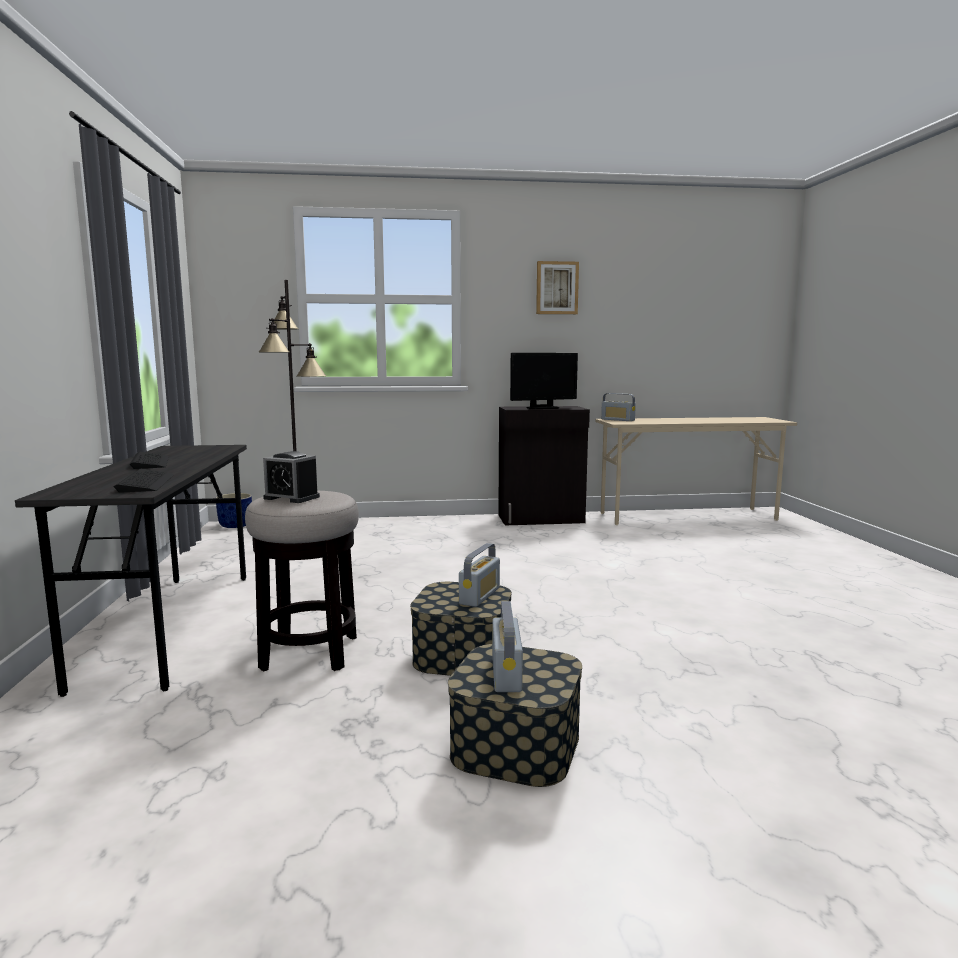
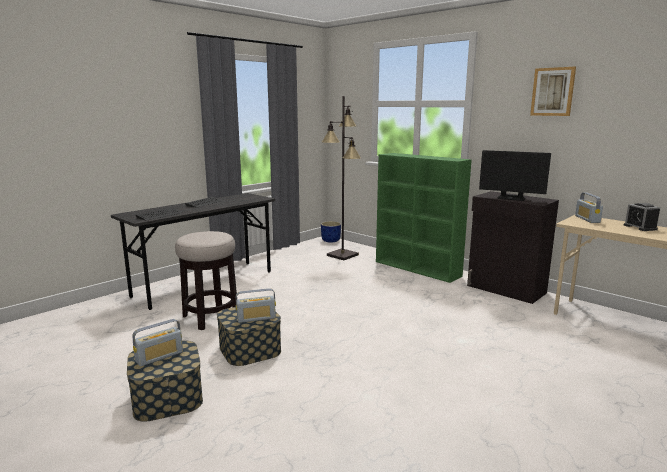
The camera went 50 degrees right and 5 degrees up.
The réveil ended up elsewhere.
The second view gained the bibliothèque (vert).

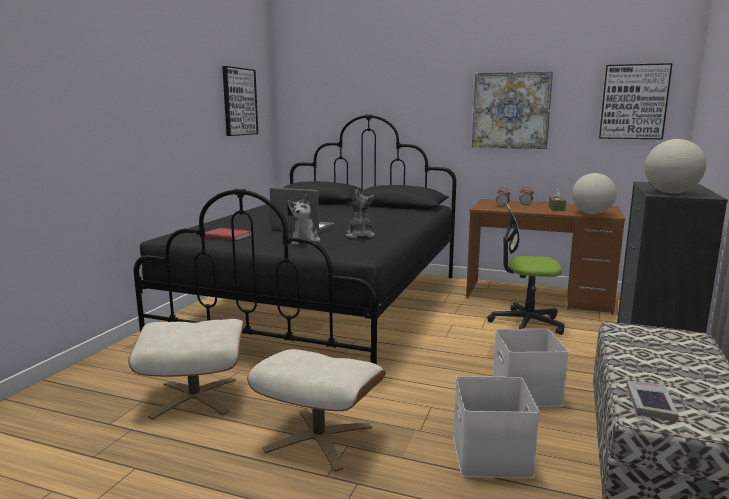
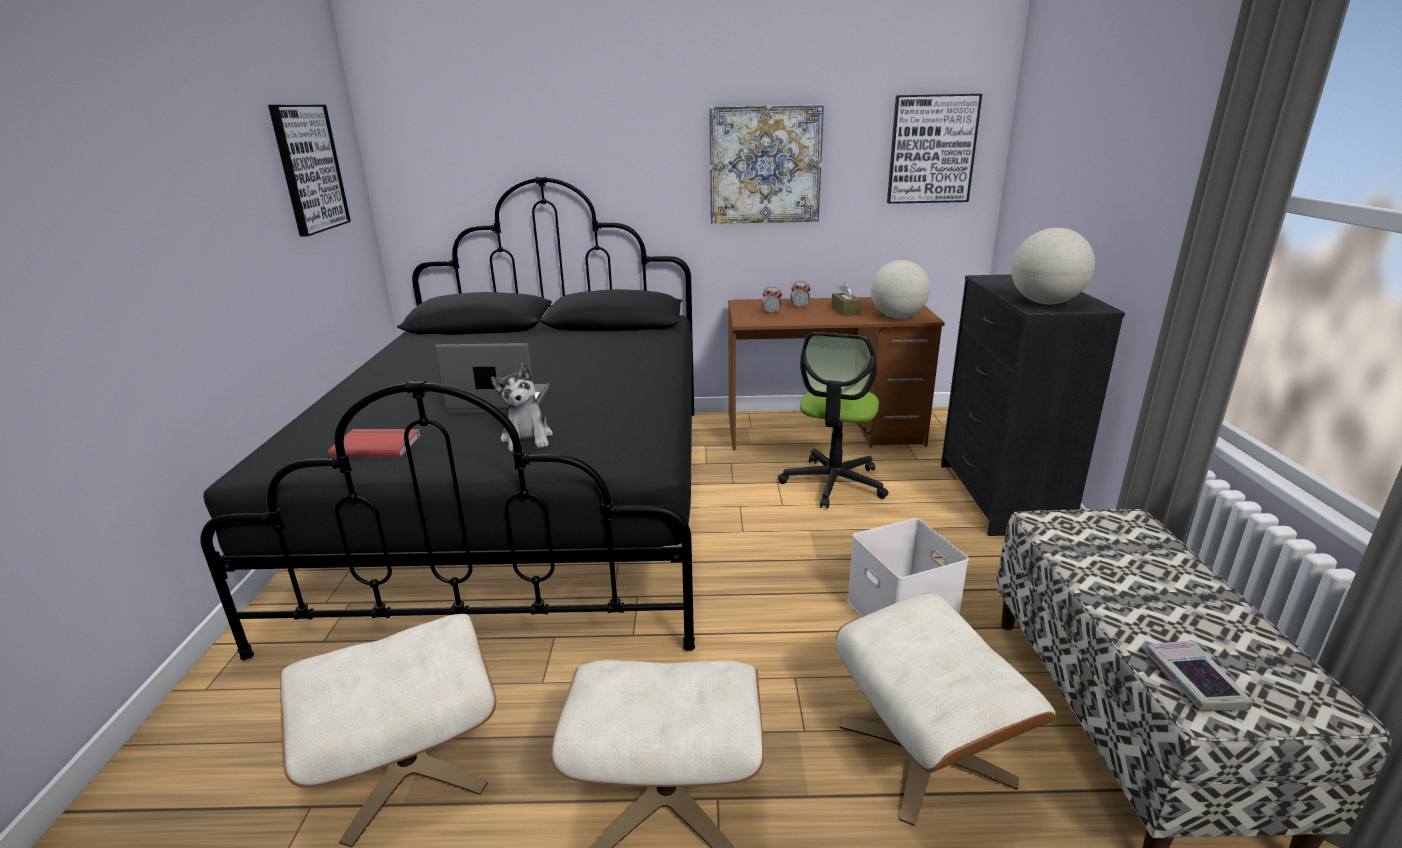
The camera went 20 degrees left and 10 degrees up.
The second view lost the peluche (2nd from left).
The chaise de bureau ended up facing another way, 60 degrees counterclockwise from before.
Where the boîte de rangement (blanc) (1st from left) stood, the pouf (beige) (3rd from left) came to stand.

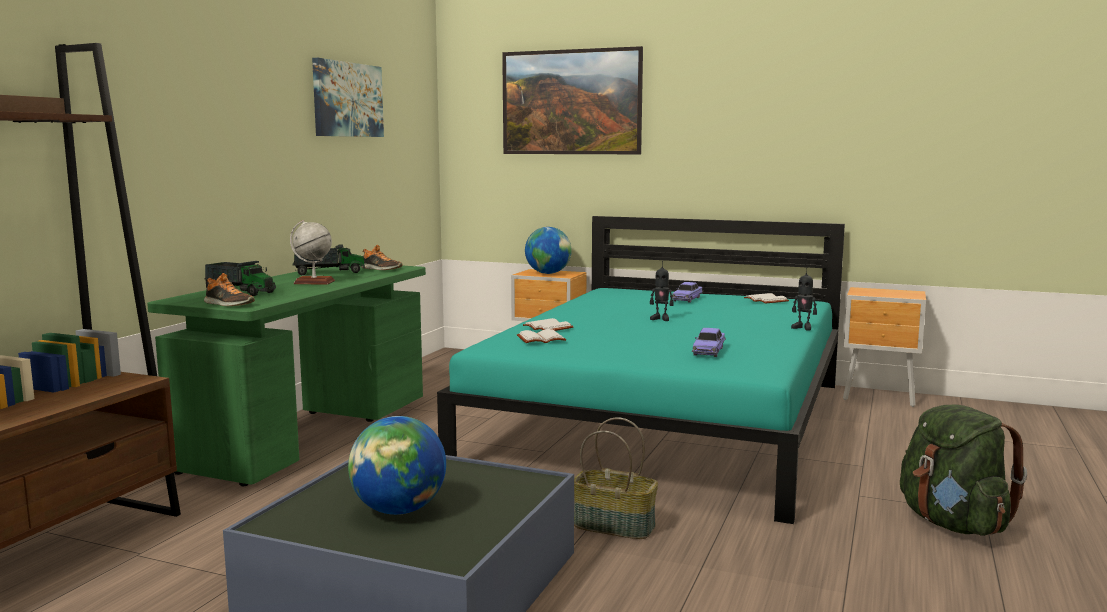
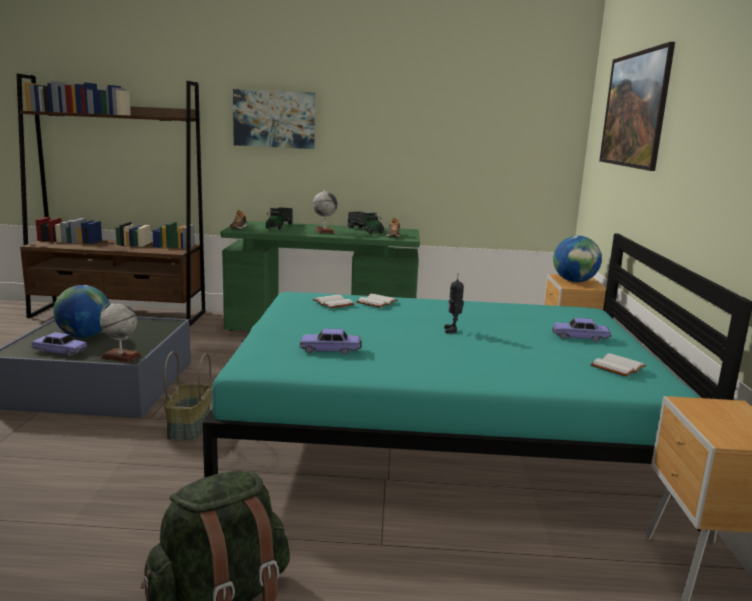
The camera went 70 degrees right and 5 degrees up.
The tableau (1st from left) ended up elsewhere.
The second view lost the robot jouet (2nd from left).
The second view gained the globe (2nd from left).
The second view gained the petite voiture (1st from left).

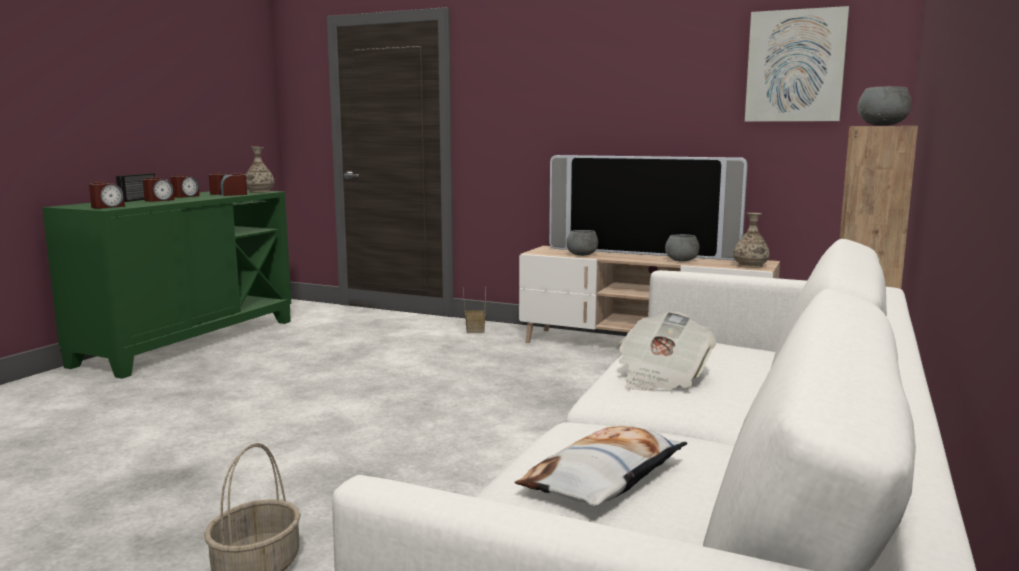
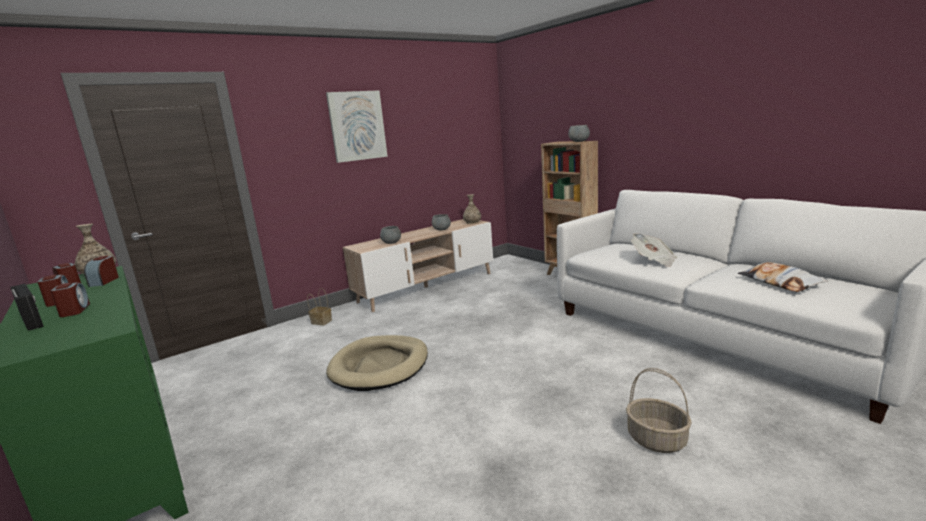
The camera went 60 degrees left and 5 degrees up.
The tableau ended up elsewhere.
The second view lost the téléviseur.
The second view lost the réveil (1st from left).
The second view gained the panier pour chien (beige).

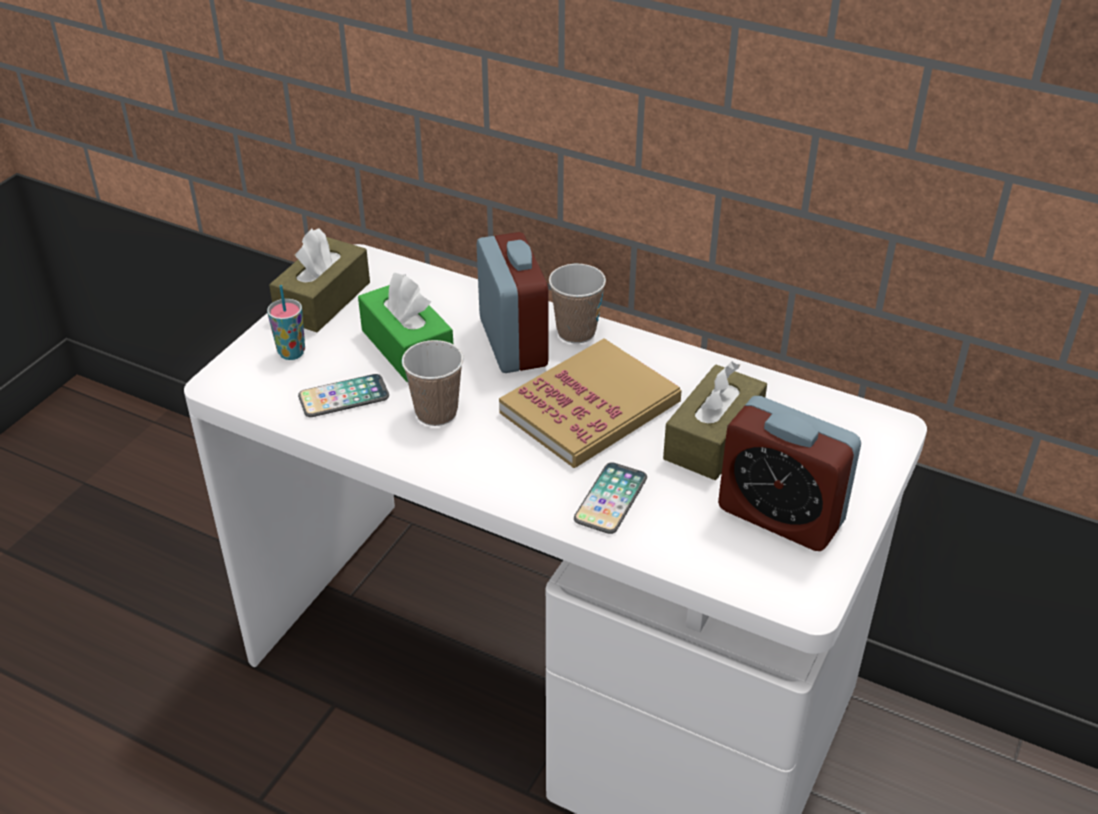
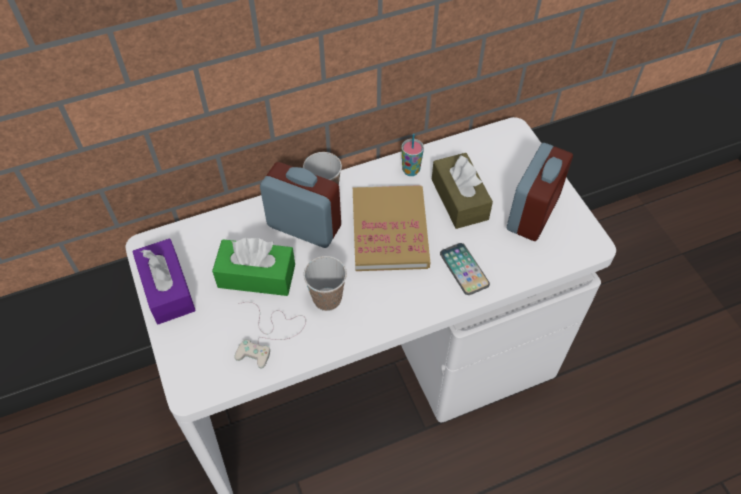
The camera went 50 degrees left and 15 degrees up.
What was the boîte à mouchoirs (marron) (1st from left) turned into the boîte à mouchoirs (violet).
The tasse (1st from left in the first image) ended up elsewhere.
Where the téléphone (1st from left) stood, the manette (blanc) came to stand.
The réveil (2nd from left) ended up facing another way, 45 degrees counterclockwise from before.

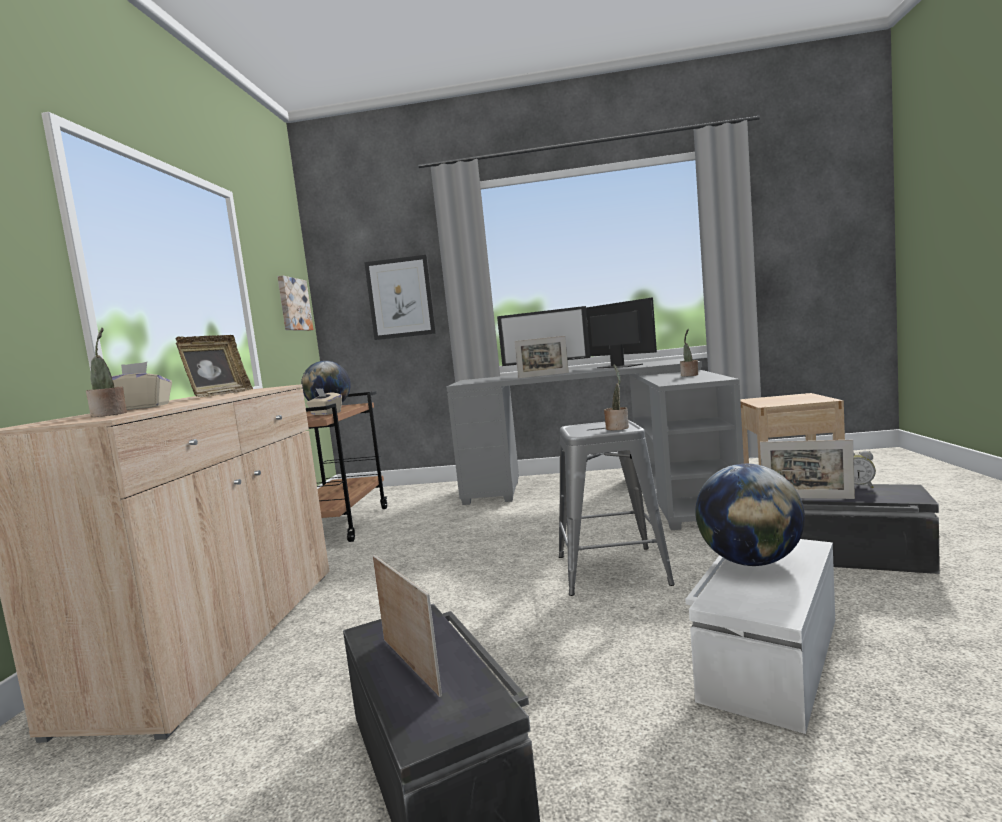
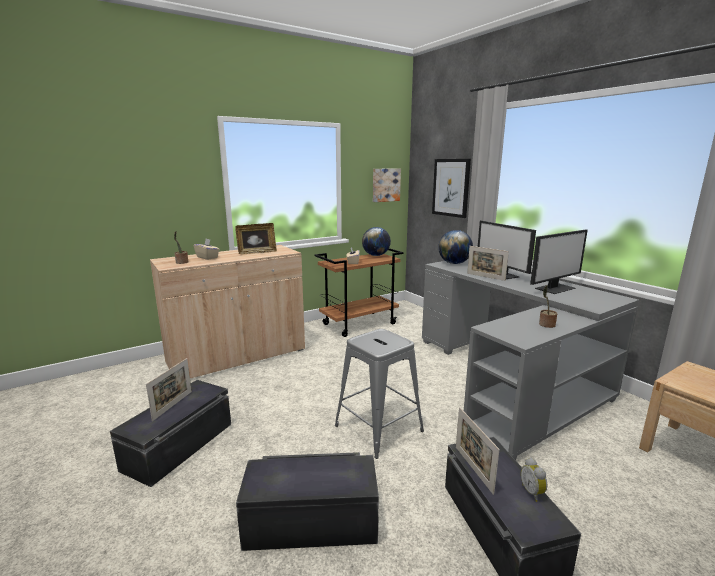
The camera went 50 degrees right and 10 degrees up.
The écran d'ordinateur (2nd from left) ended up facing another way, 45 degrees clockwise from before.
The second view lost the plante en pot (2nd from left).
The globe (2nd from left) ended up elsewhere.
What was the boîte de rangement (blanc) turned into the boîte de rangement (noir) (2nd from left).

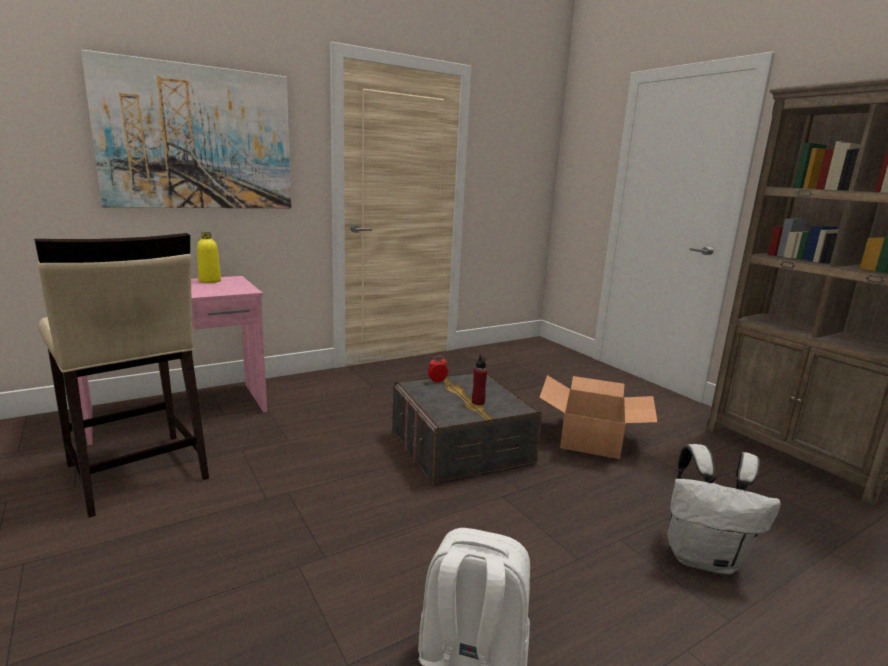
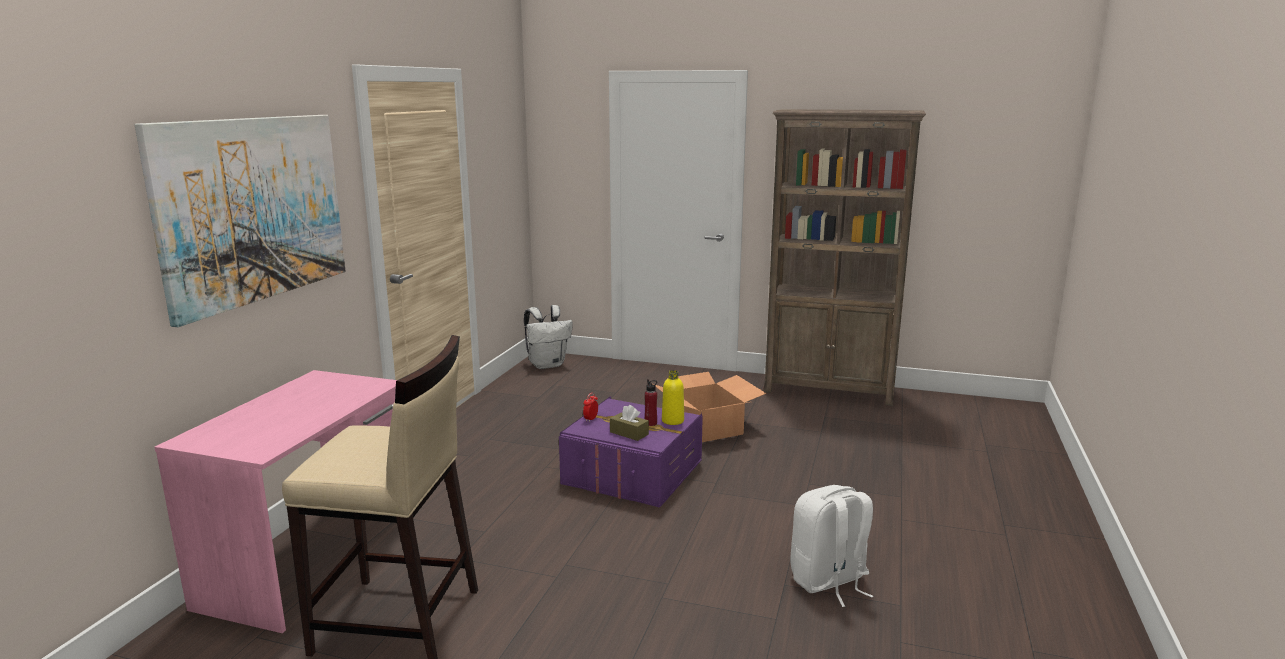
The camera went 40 degrees left and 0 degrees up.
The bouteille (jaune) ended up elsewhere.
What was the boîte de rangement (gris) turned into the boîte de rangement (violet).
The sac à dos (blanc) (2nd from left in the first image) ended up elsewhere.
The second view gained the boîte à mouchoirs (marron).

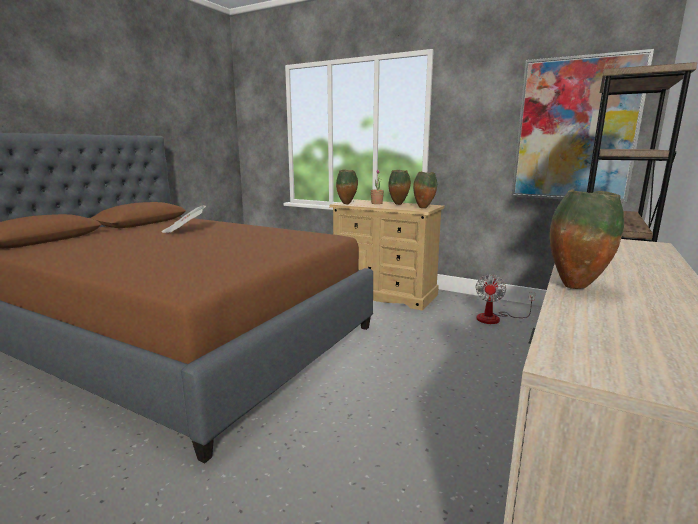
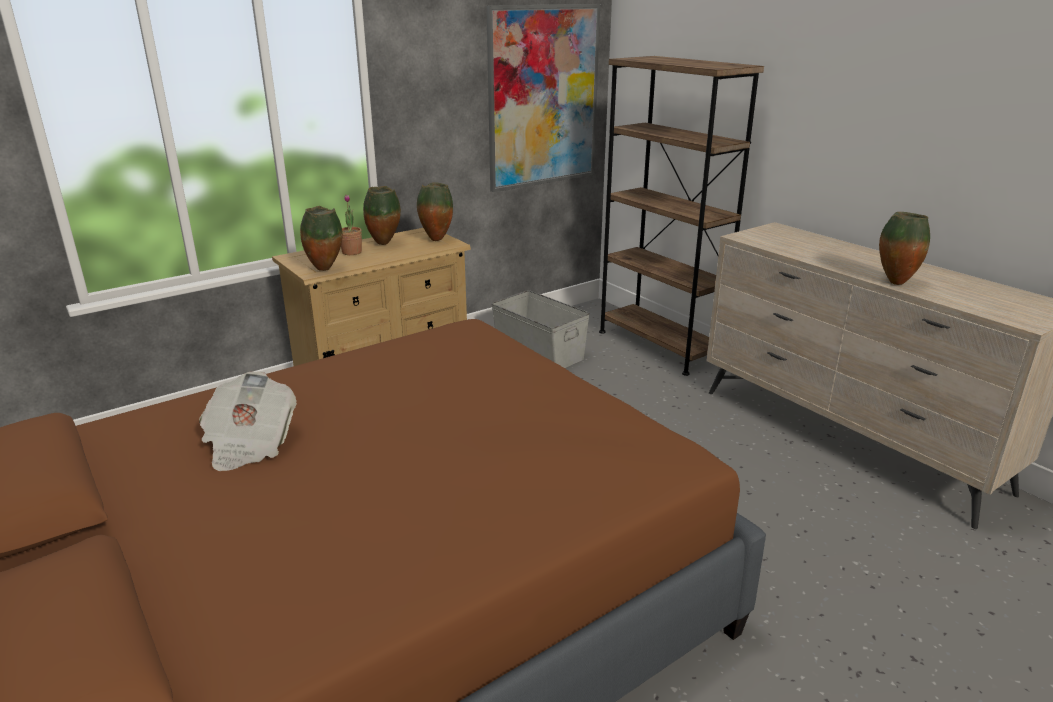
The camera went 65 degrees left and 10 degrees up.
Where the ventilateur stood, the boîte de rangement (gris) came to stand.

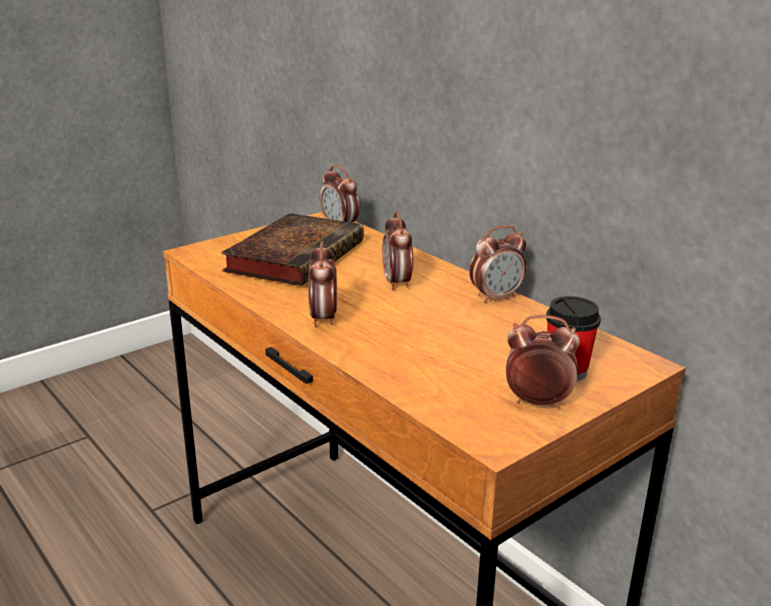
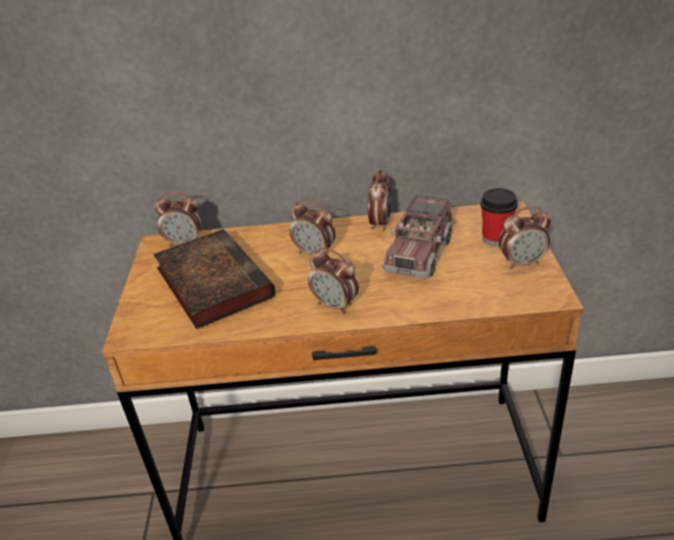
The camera went 50 degrees left and 10 degrees up.
The réveil (5th from left) ended up facing another way, 150 degrees counterclockwise from before.
The second view gained the camion jouet.

